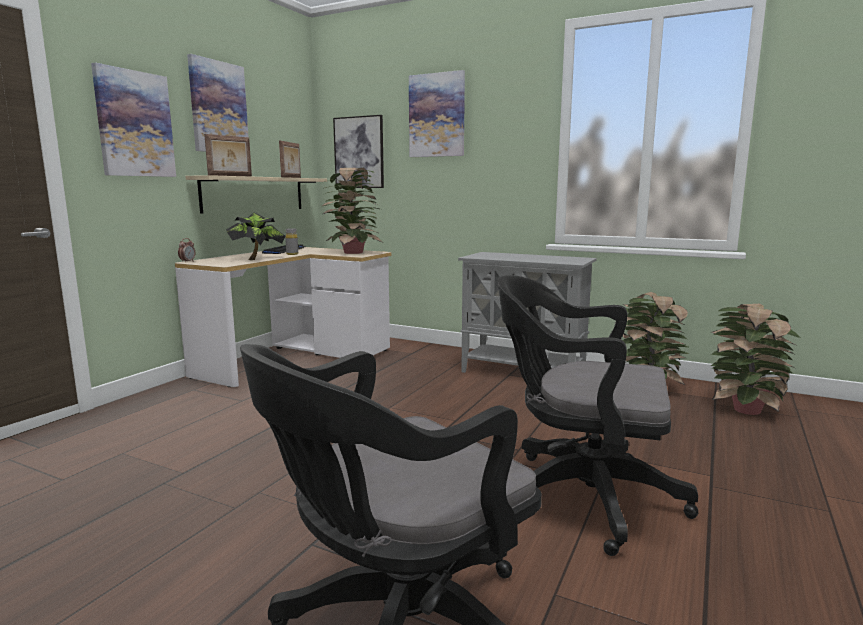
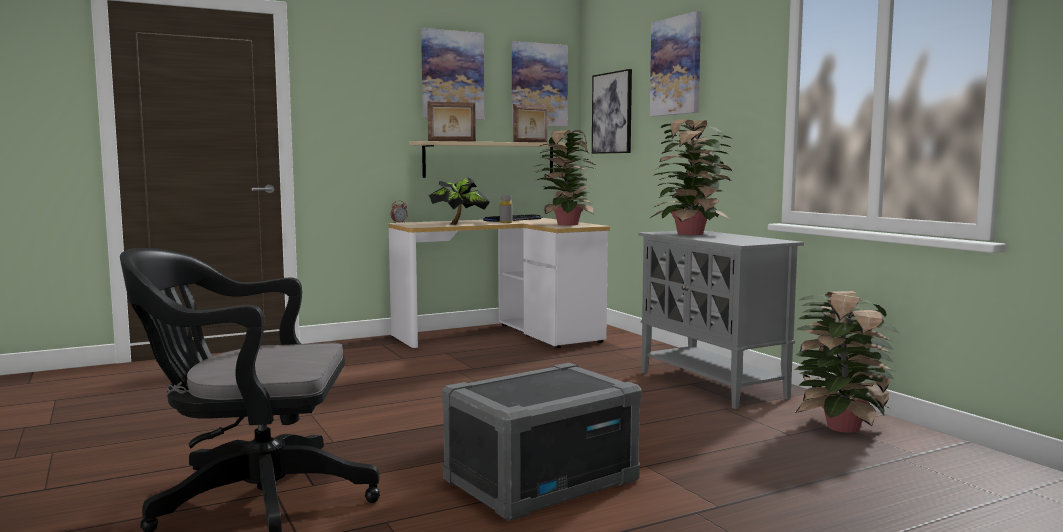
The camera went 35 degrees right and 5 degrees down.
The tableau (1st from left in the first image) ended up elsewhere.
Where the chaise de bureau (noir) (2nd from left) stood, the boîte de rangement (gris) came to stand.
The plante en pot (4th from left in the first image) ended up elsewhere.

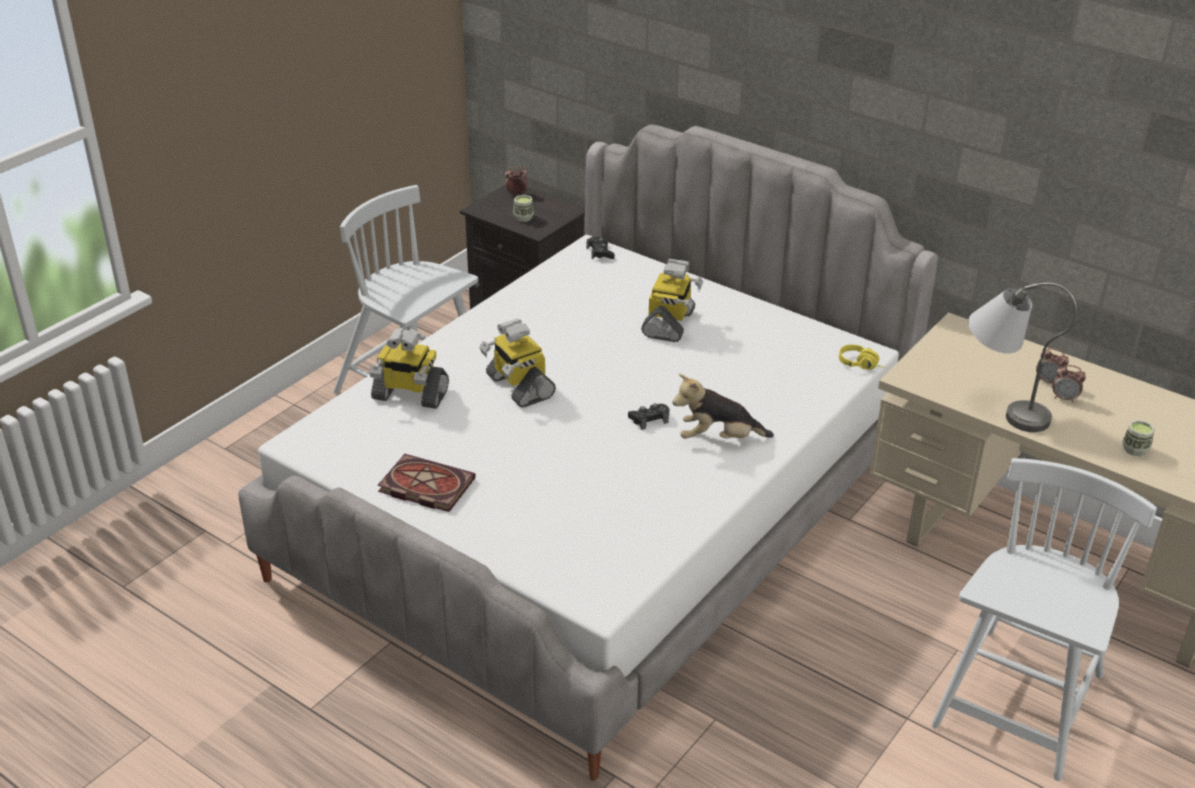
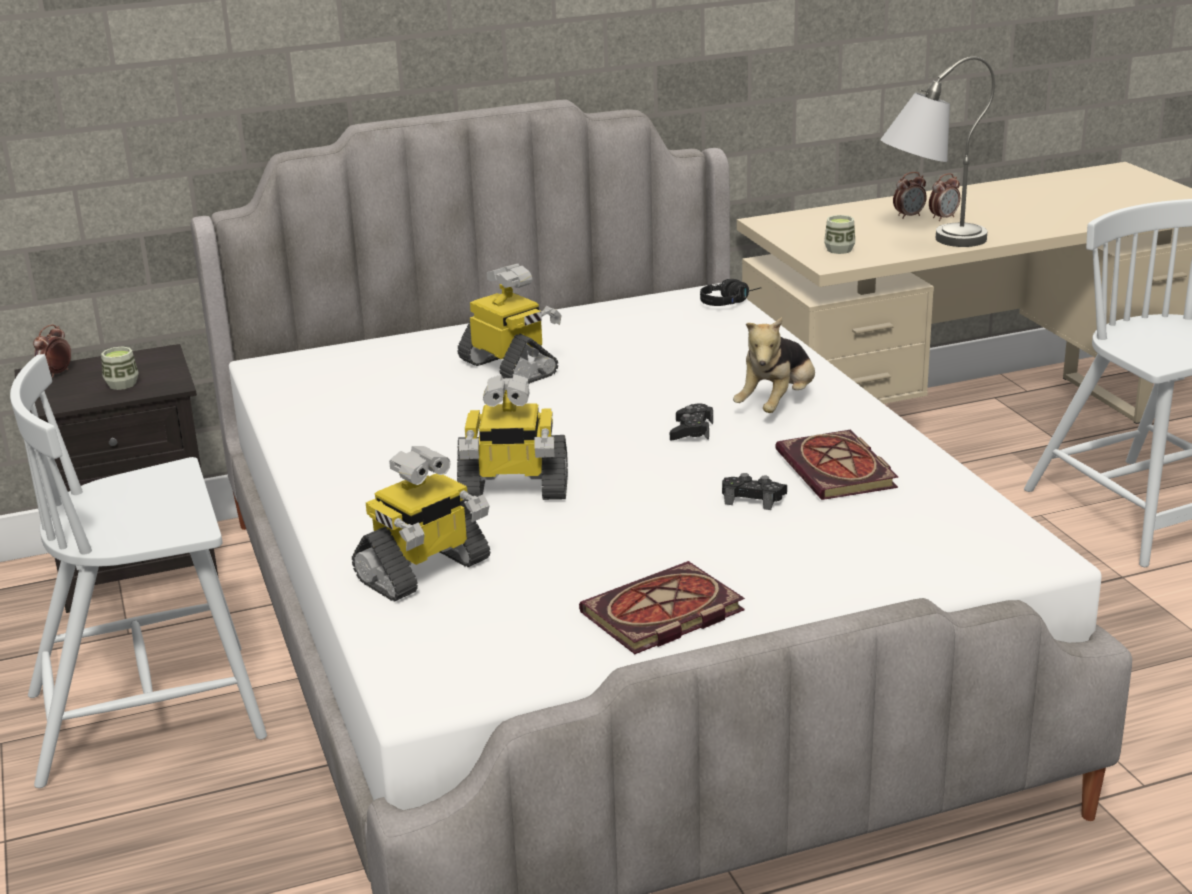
The camera went 55 degrees left and 10 degrees down.
The manette (noir) (1st from left in the first image) ended up elsewhere.
What was the casque audio (jaune) turned into the casque audio (noir).
The tasse (2nd from left) ended up elsewhere.
The second view gained the livre (2nd from left).

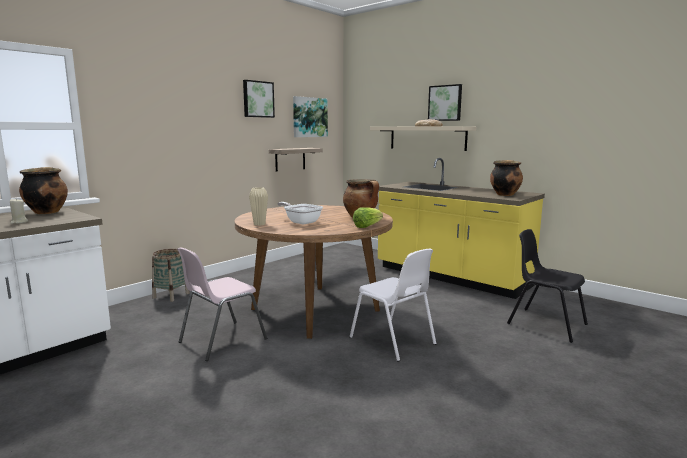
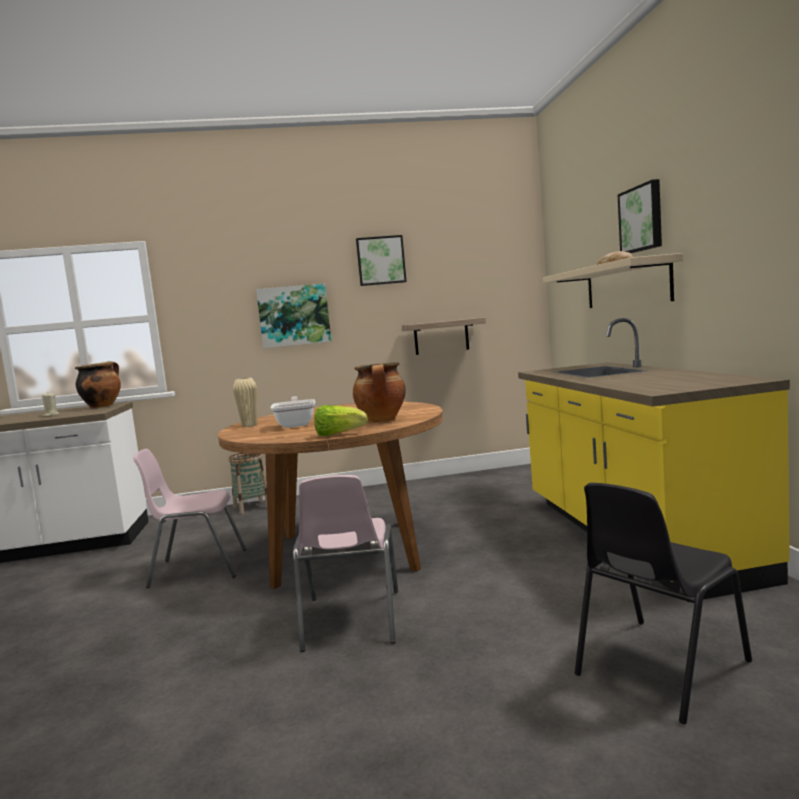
The camera went 40 degrees right and 5 degrees down.
The tableau (2nd from left in the first image) ended up elsewhere.
The second view lost the marmite (3rd from left).
The chaise (noir) ended up facing another way, 120 degrees counterclockwise from before.
What was the chaise (blanc) turned into the chaise (rose) (2nd from left).

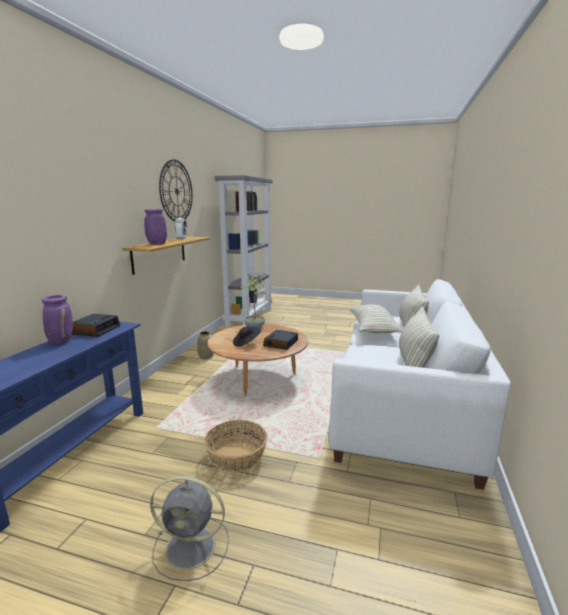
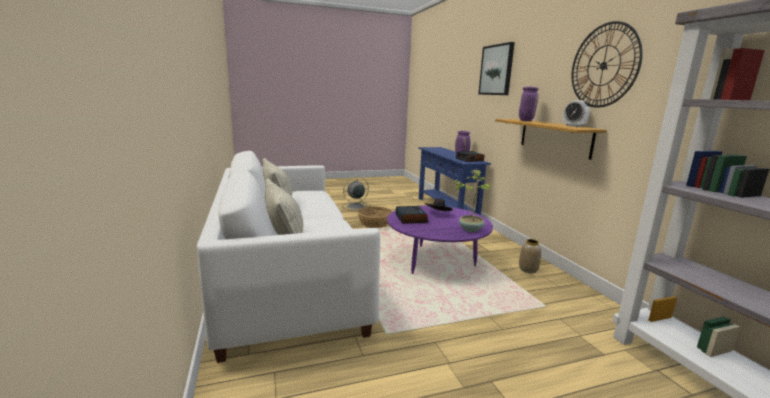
The camera went 145 degrees right and 0 degrees up.
The second view lost the coussin (1st from left).
What was the table basse (marron) turned into the table basse (violet).
The second view gained the tableau.

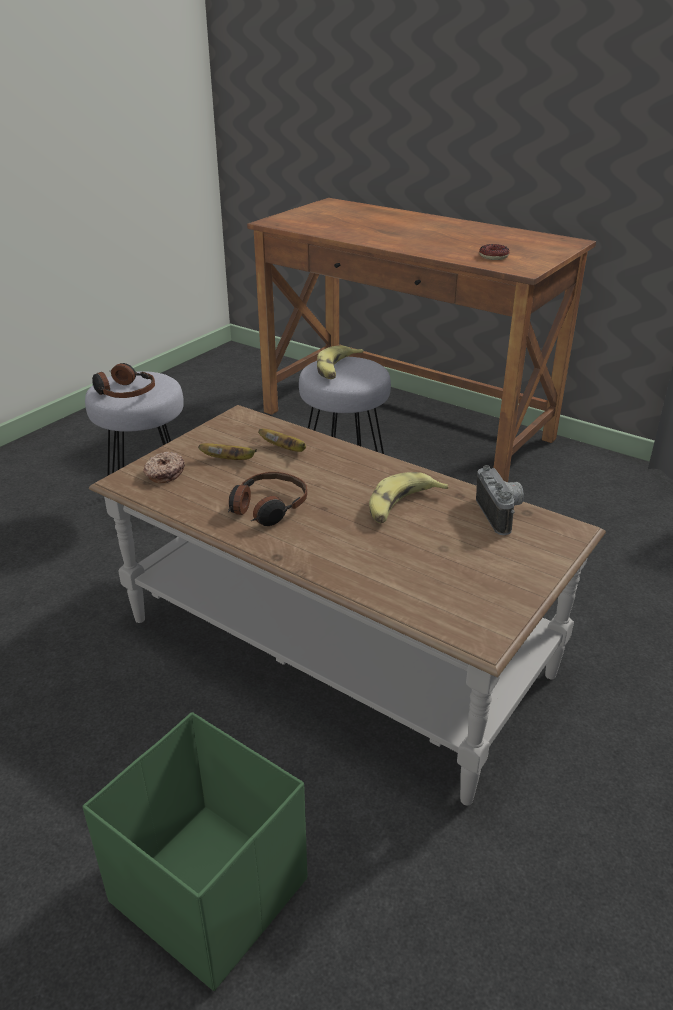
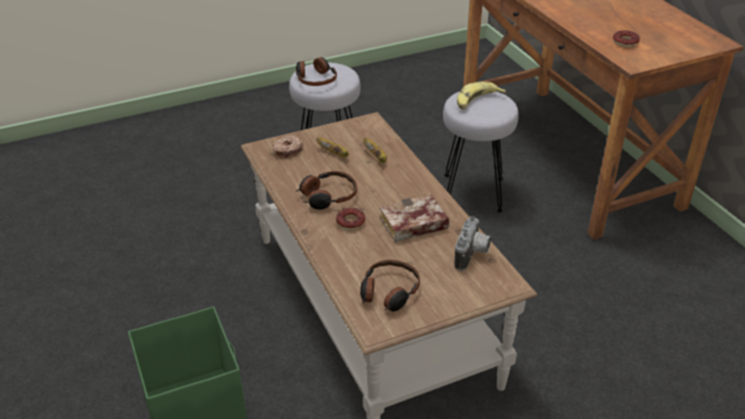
The camera went 30 degrees right and 5 degrees up.
Where the banane (4th from left) stood, the livre came to stand.
The second view gained the beignet (2nd from left).
The second view gained the casque audio (3rd from left).

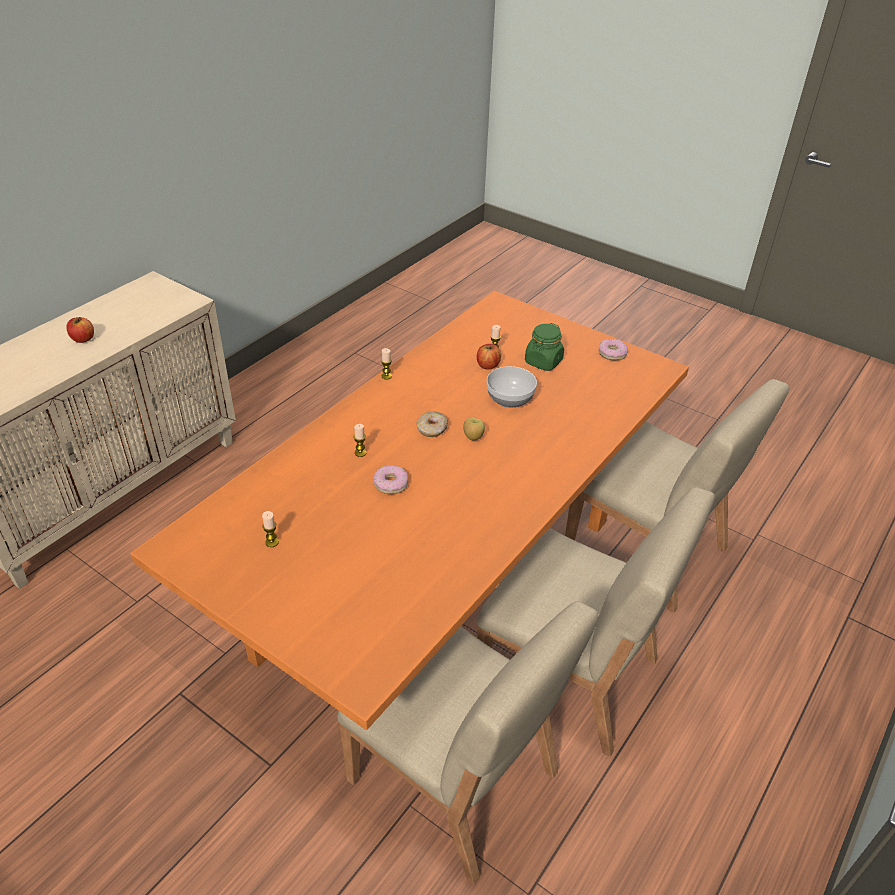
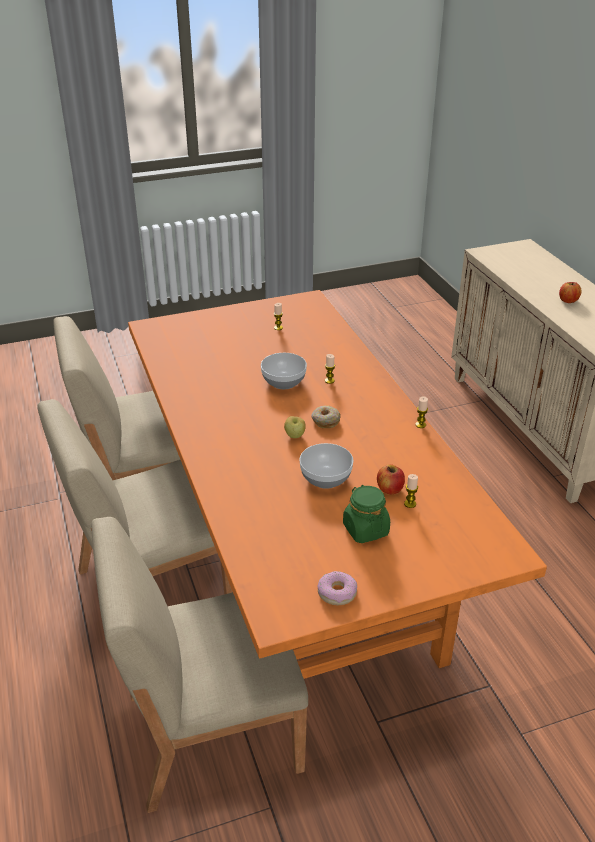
The camera went 125 degrees right and 5 degrees down.
Where the beignet (1st from left) stood, the bol (1st from left) came to stand.

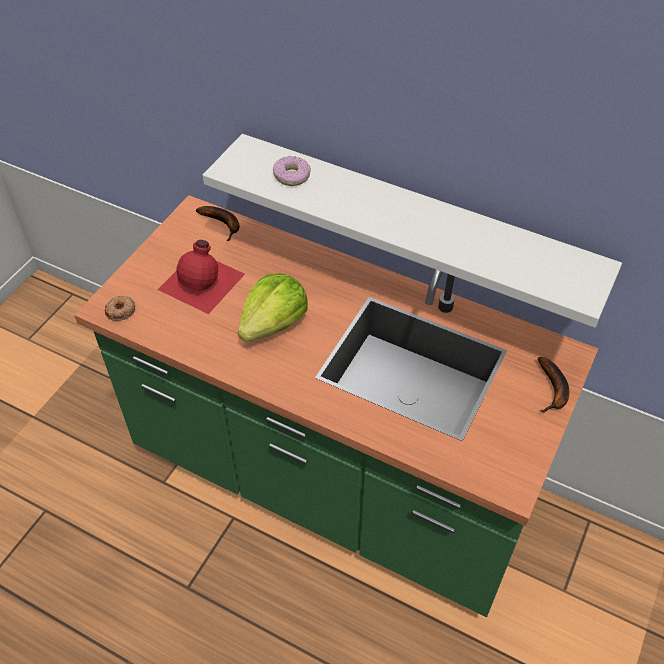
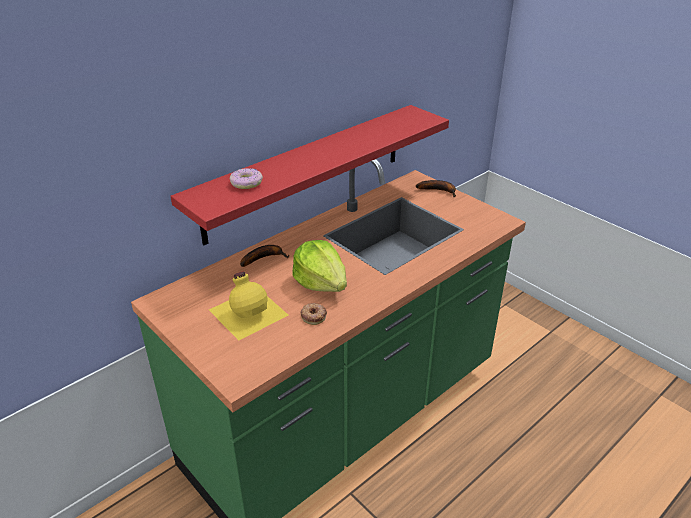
The camera went 70 degrees left and 15 degrees down.
What was the étagère (blanc) turned into the étagère (rouge).
The banane (1st from left) ended up elsewhere.
What was the bouteille (rouge) turned into the bouteille (jaune).
The beignet (1st from left in the first image) ended up elsewhere.

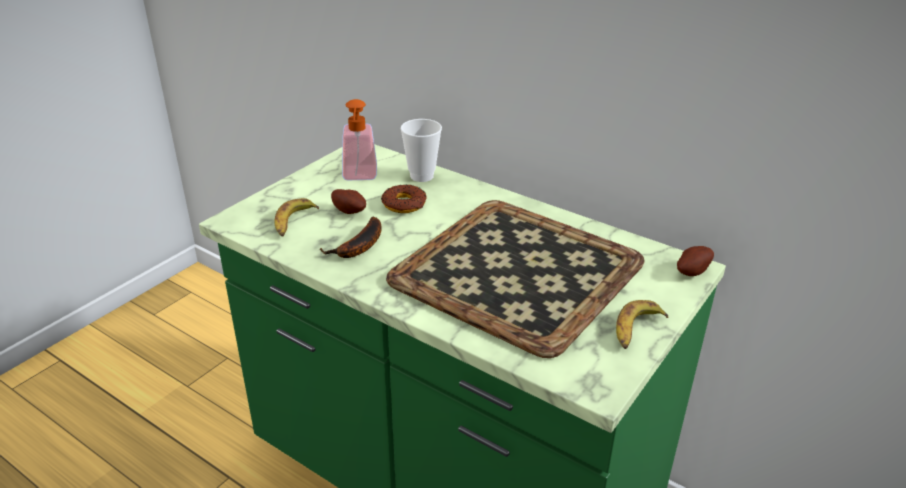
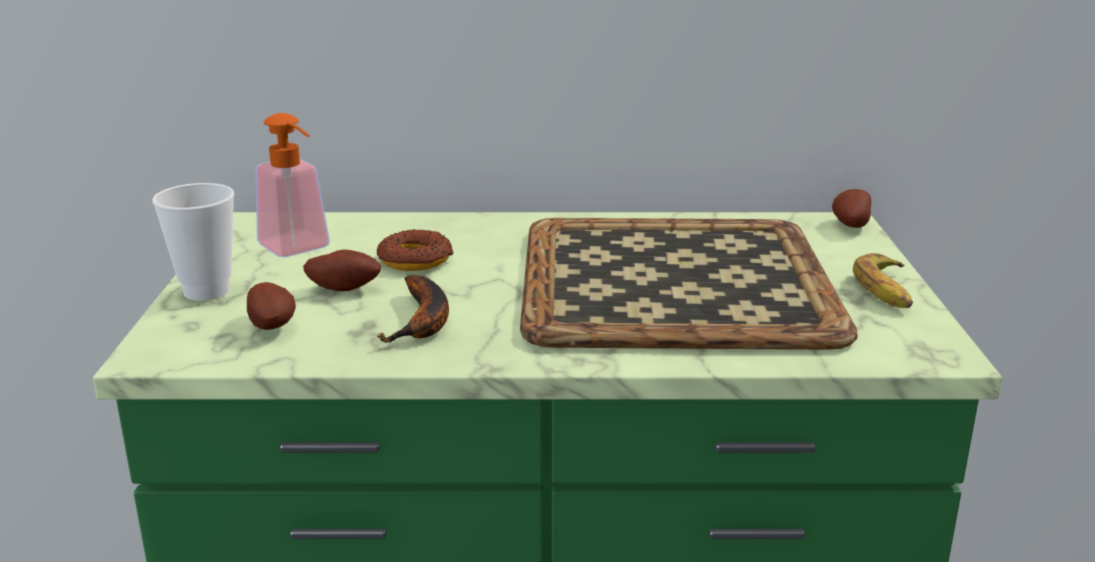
The camera went 35 degrees left and 10 degrees down.
The tasse ended up elsewhere.
Where the banane (1st from left) stood, the pomme de terre (1st from left) came to stand.

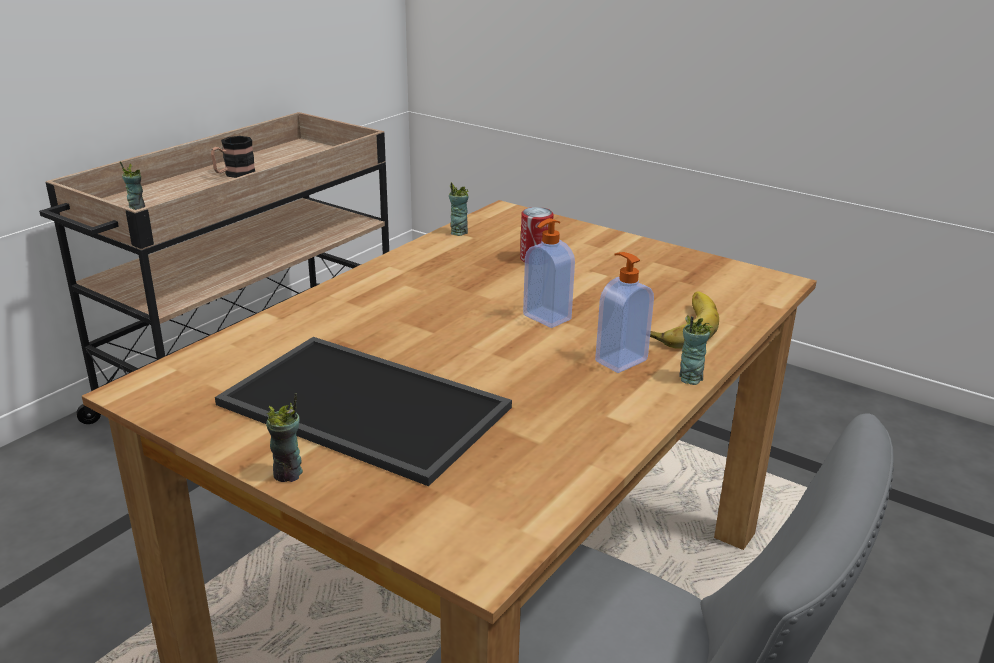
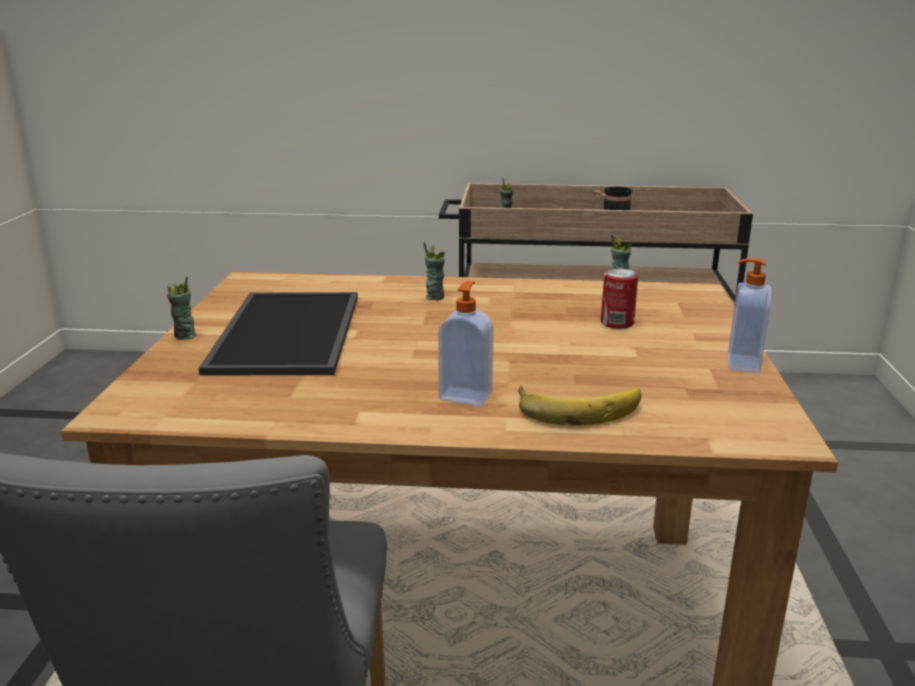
The camera went 60 degrees right and 5 degrees down.
The distributeur de savon (1st from left in the first image) ended up elsewhere.
The tasse (4th from left in the first image) ended up elsewhere.

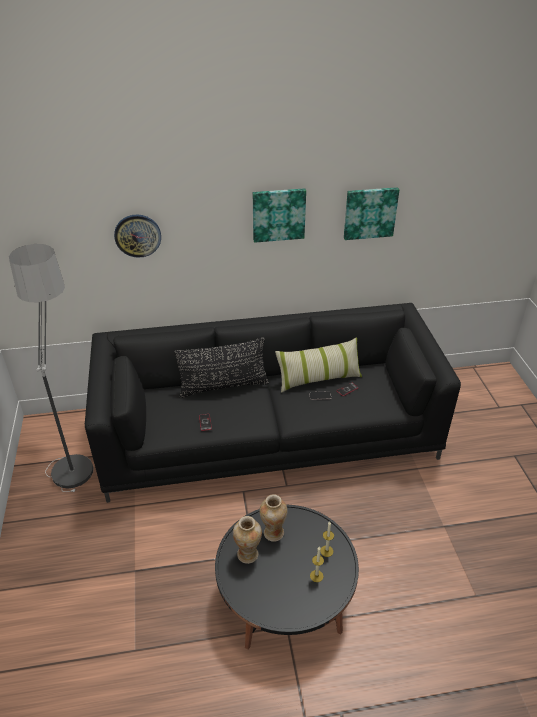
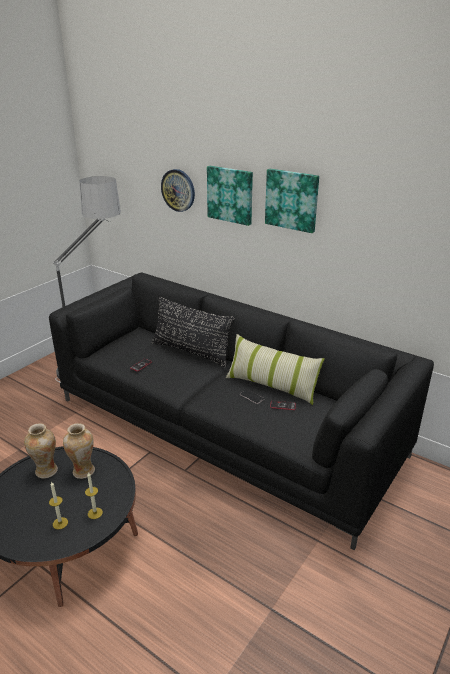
The camera went 45 degrees right and 10 degrees down.
The tableau (2nd from left in the first image) ended up elsewhere.

